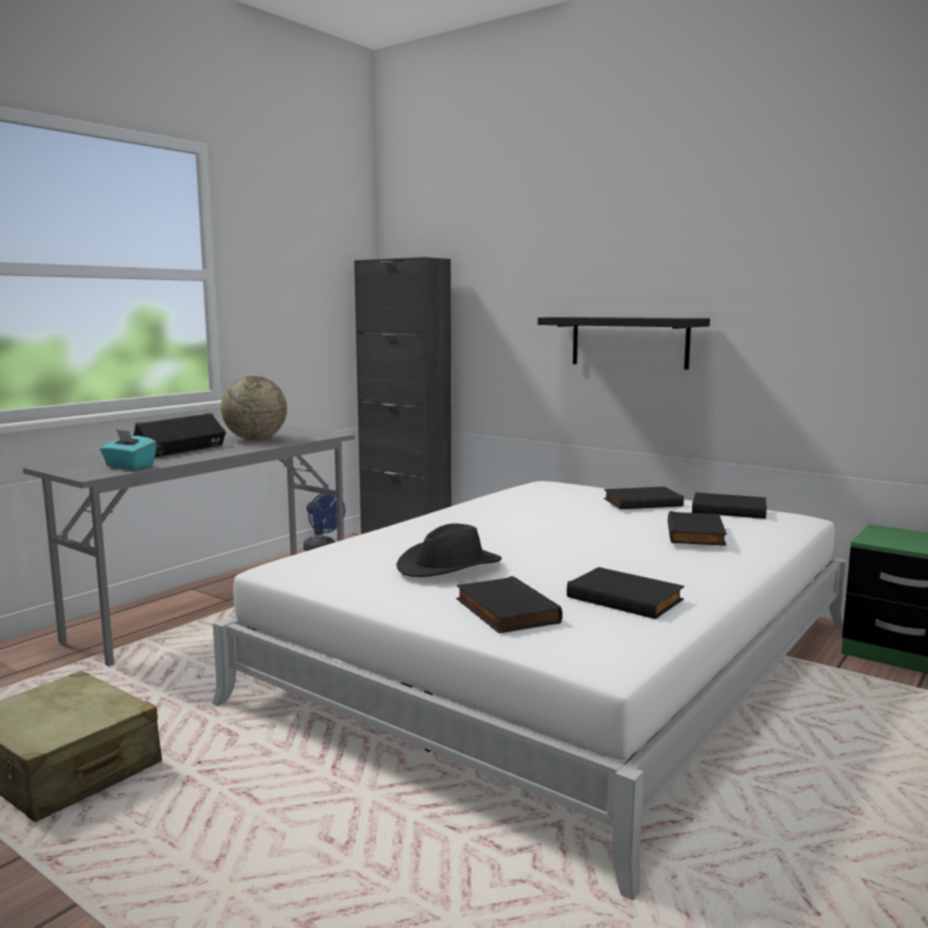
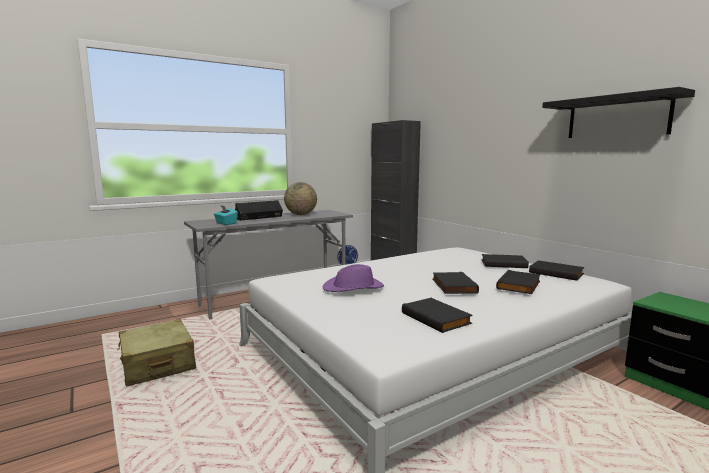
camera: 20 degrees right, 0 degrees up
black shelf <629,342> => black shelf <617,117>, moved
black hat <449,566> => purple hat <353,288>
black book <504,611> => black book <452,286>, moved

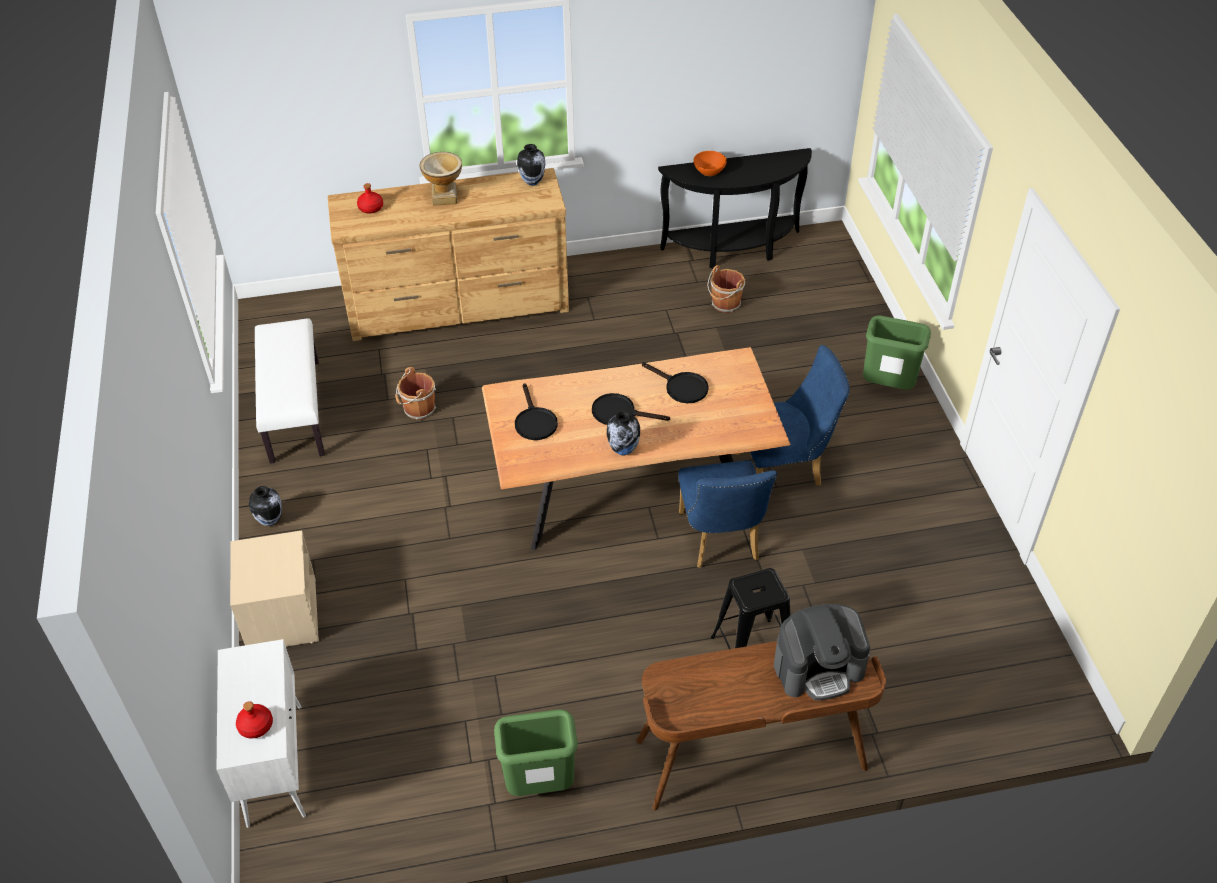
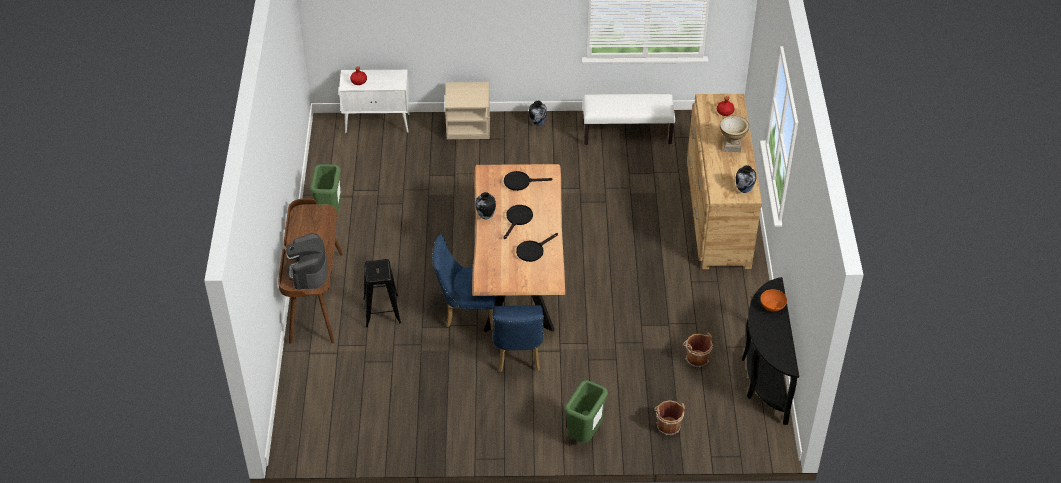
camera: 100 degrees right, 0 degrees up
brown bucket <418,410> => brown bucket <668,425>, moved

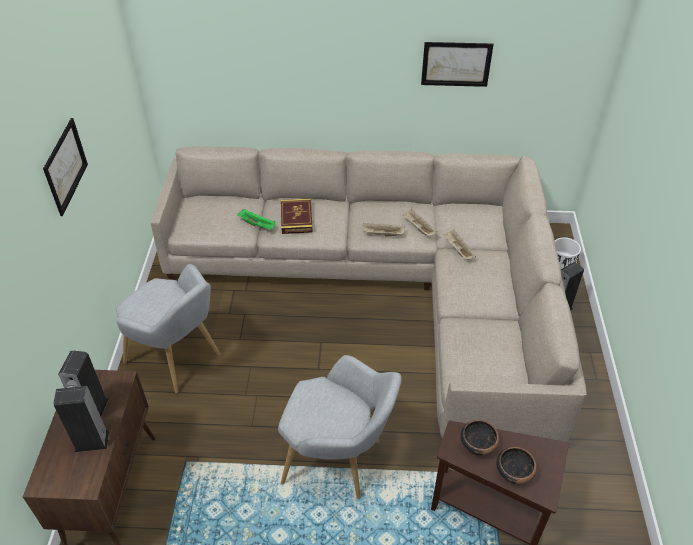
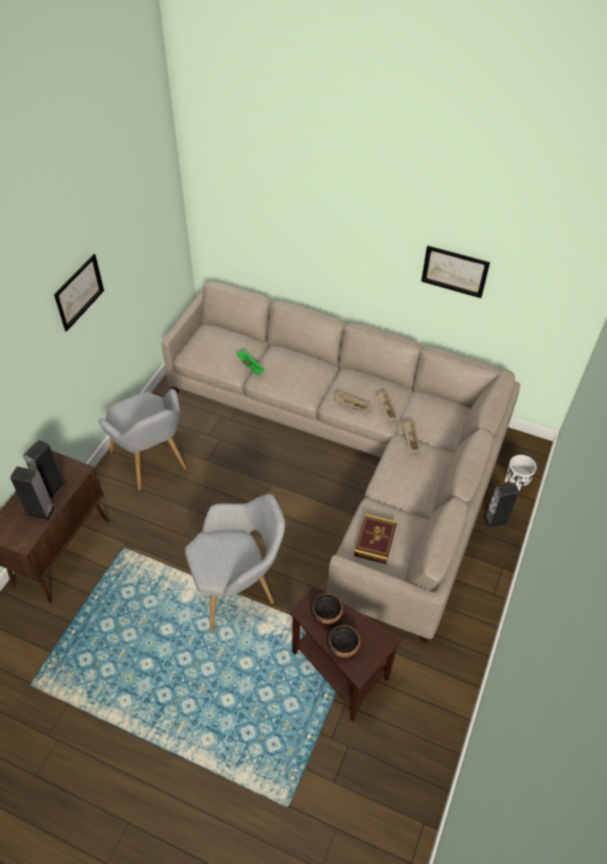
camera: 20 degrees right, 5 degrees up
book <296,218> => book <375,540>, moved
grey armchair <339,461> => grey armchair <238,588>, 60 degrees counterclockwise

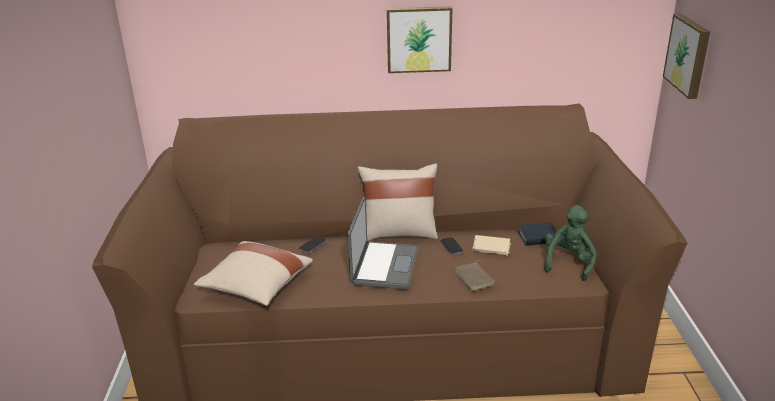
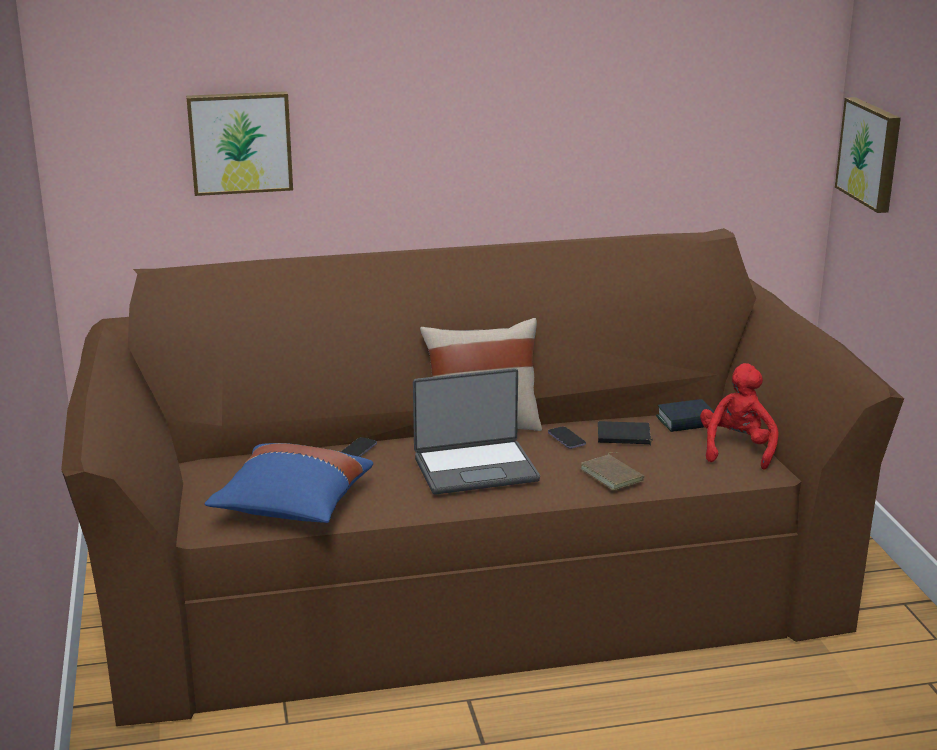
camera: 10 degrees left, 5 degrees down
picture <419,39> => picture <240,142>, moved
laptop <383,266> => laptop <475,468>, 75 degrees clockwise
green plush toy <568,263> => red plush toy <737,449>
beige book <491,248> => black book <623,437>
beige pillow <256,286> => blue pillow <292,507>

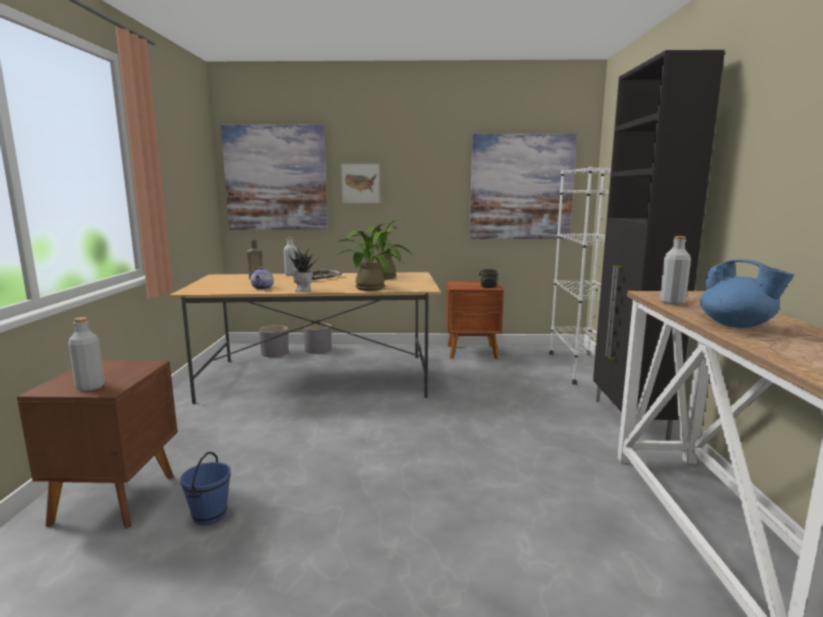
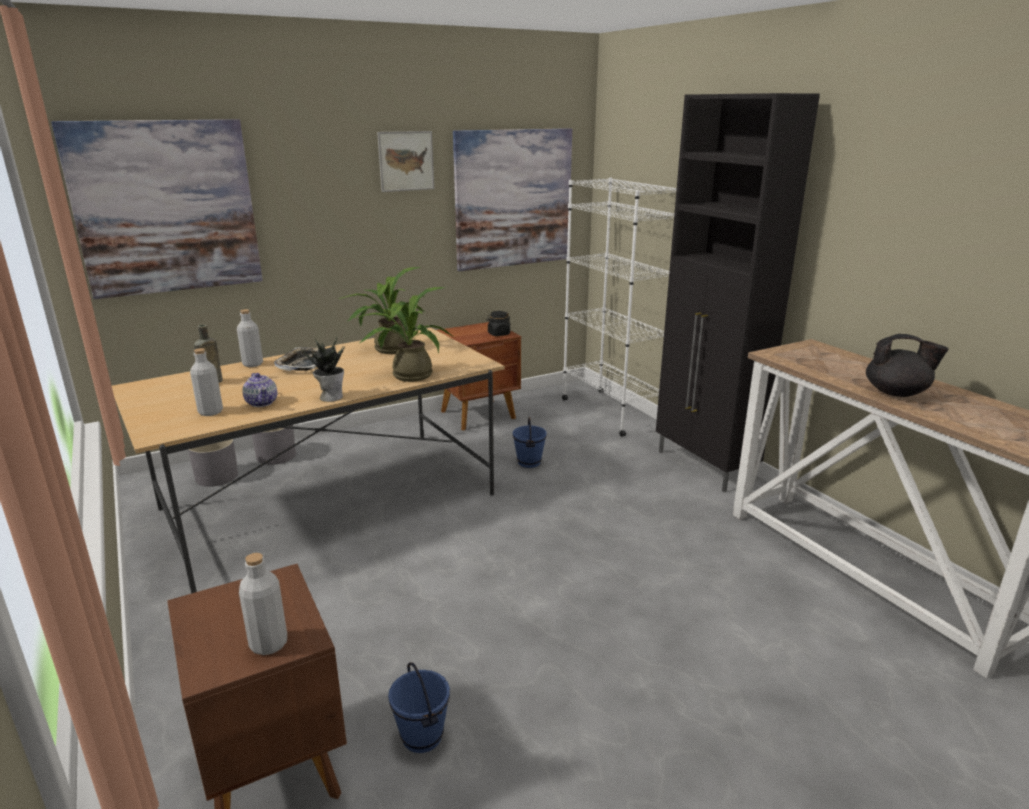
camera: 30 degrees left, 10 degrees up
picture <360,183> => picture <406,161>, moved
grey bottle <672,302> => grey bottle <210,412>, moved
blue teapot <737,325> => black teapot <897,393>
nothing => blue bucket <529,462>

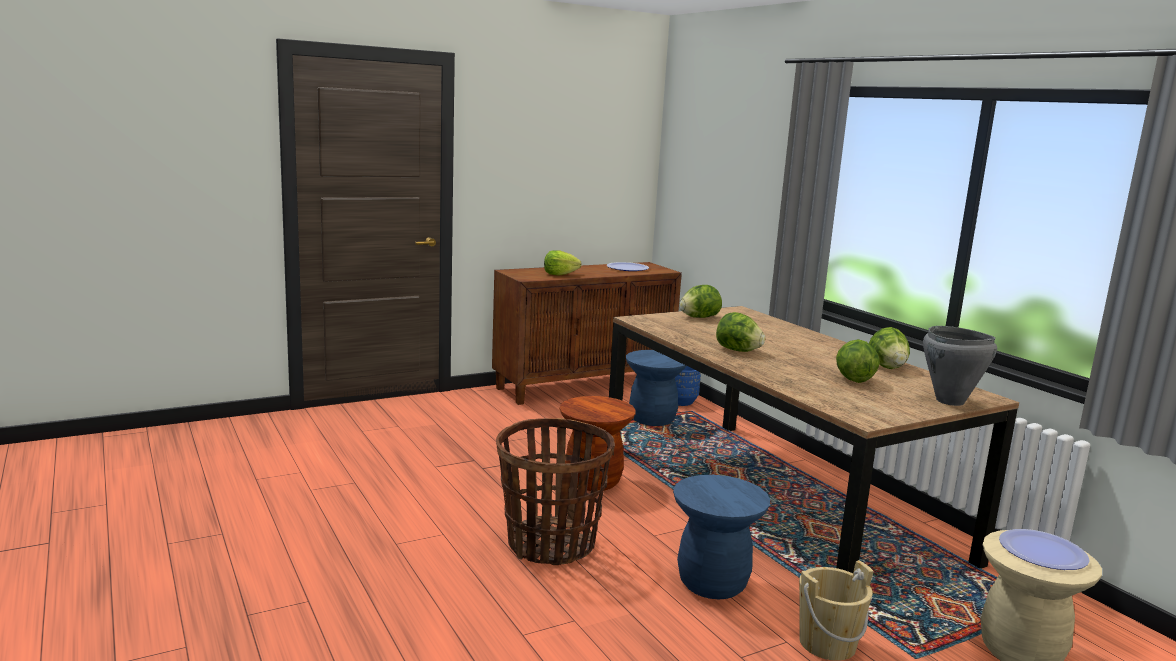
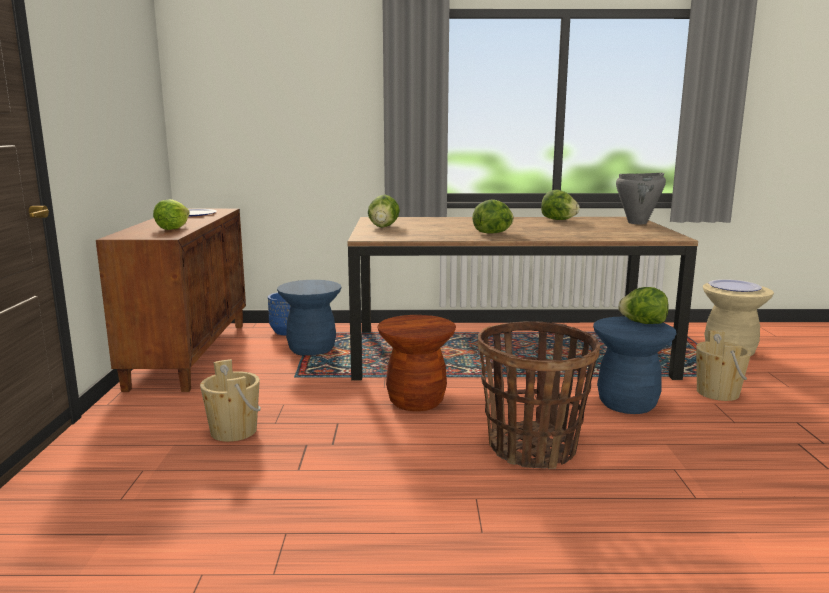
camera: 60 degrees left, 0 degrees up
lettuce <853,379> => lettuce <643,323>, moved
nothing => beige bucket <233,431>

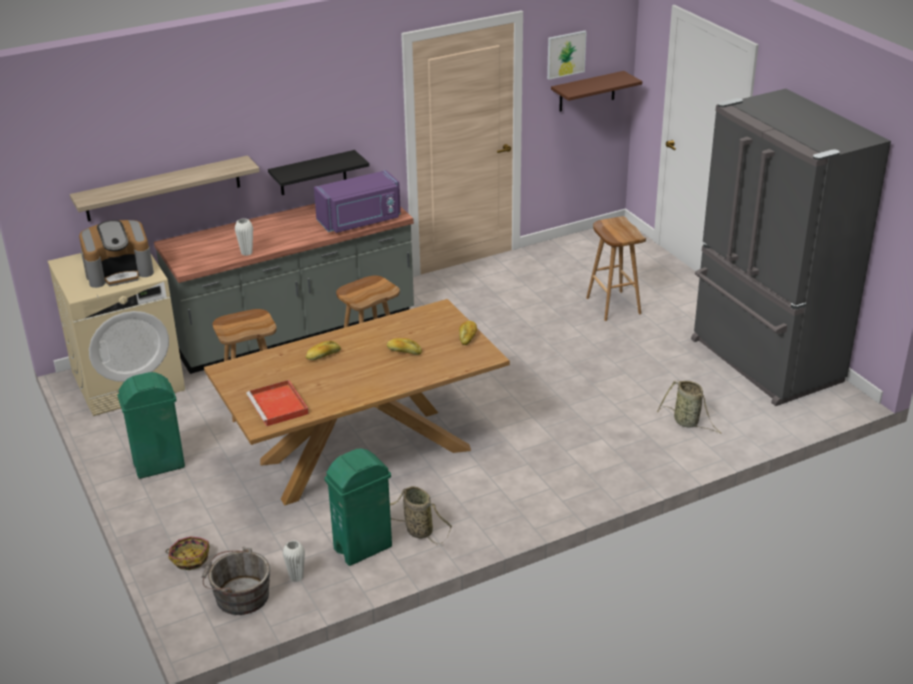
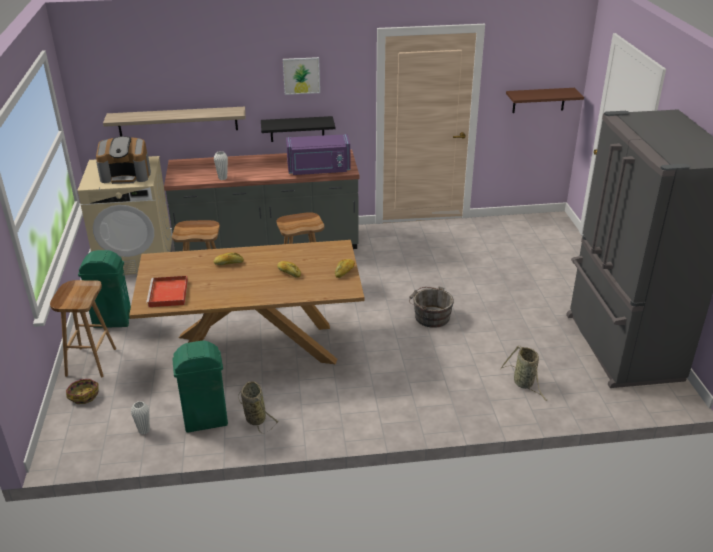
camera: 20 degrees right, 0 degrees up
picture <566,54> => picture <301,75>, moved
brown stool <612,305> => brown stool <90,361>, moved
grey bucket <239,596> => grey bucket <430,316>, moved

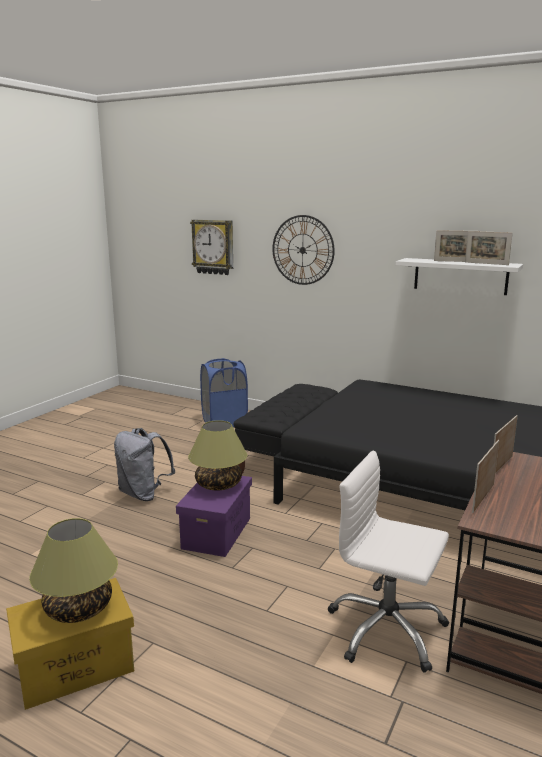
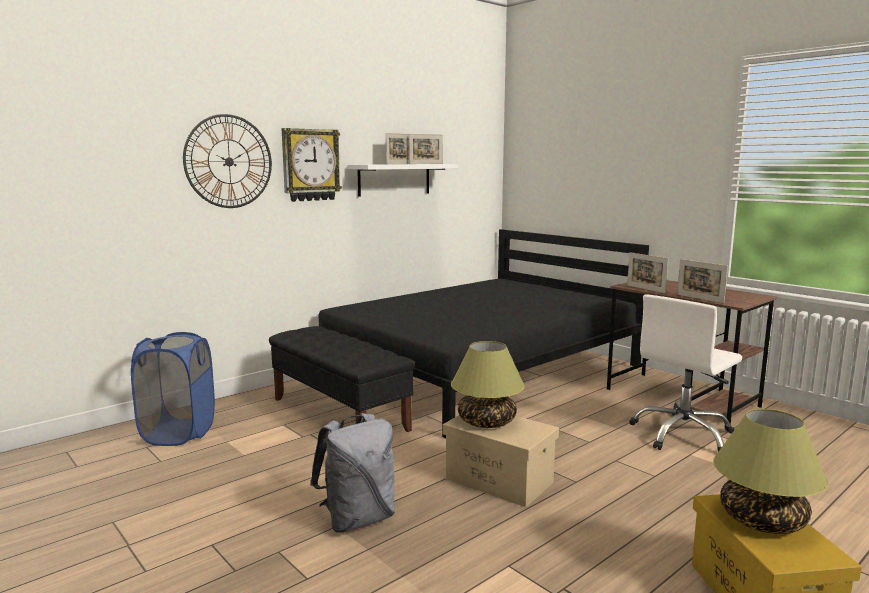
camera: 70 degrees left, 5 degrees down
wall clock <213,247> => wall clock <310,165>, moved
purple storage box <217,533> => beige storage box <500,480>

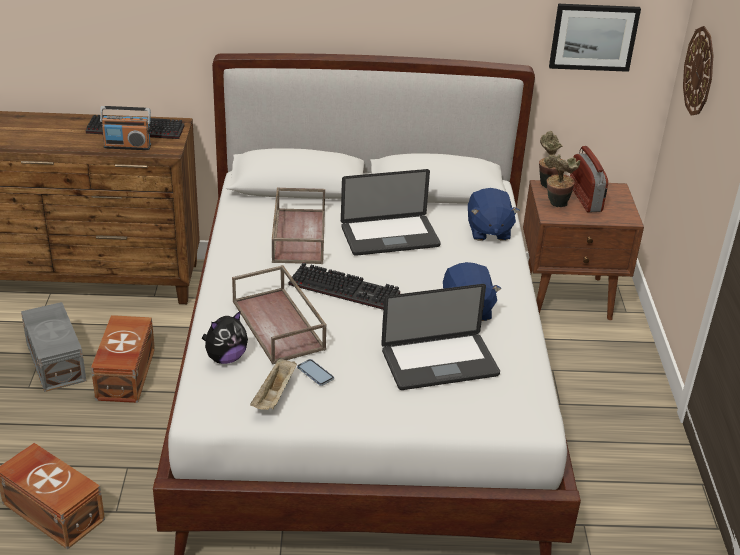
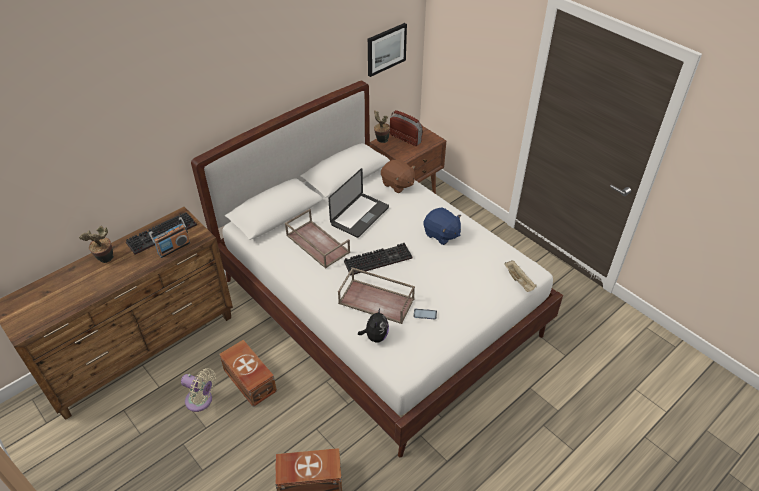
camera: 40 degrees left, 10 degrees up
wall clock <699,71> => nothing
potted plant <556,204> => potted plant <105,260>, moved
blue plush toy <488,231> => brown plush toy <397,184>
laptop <439,363> => nothing
grey storage box <56,360> => beige fan <201,401>
beige tray <275,395> => beige tray <519,281>, moved

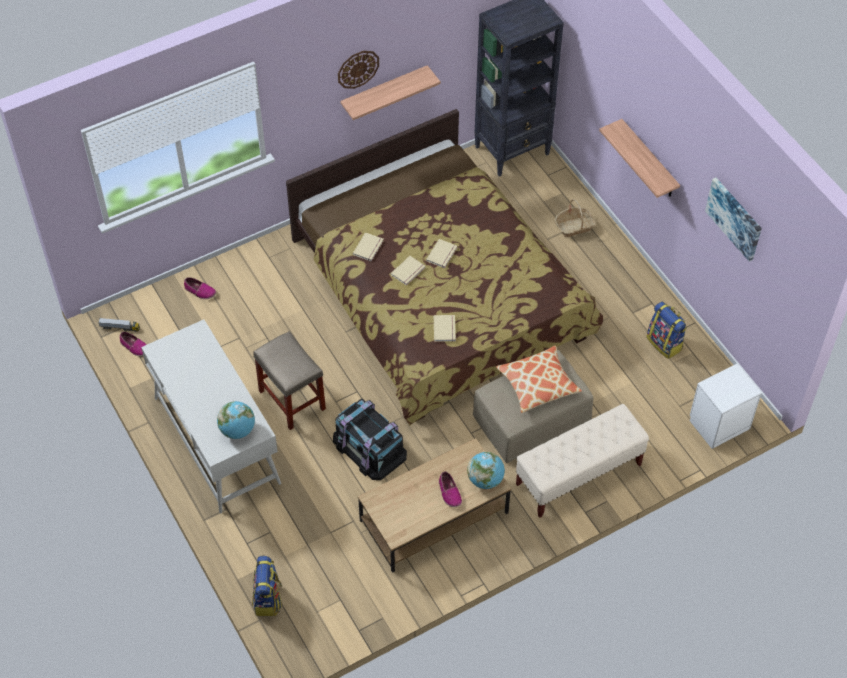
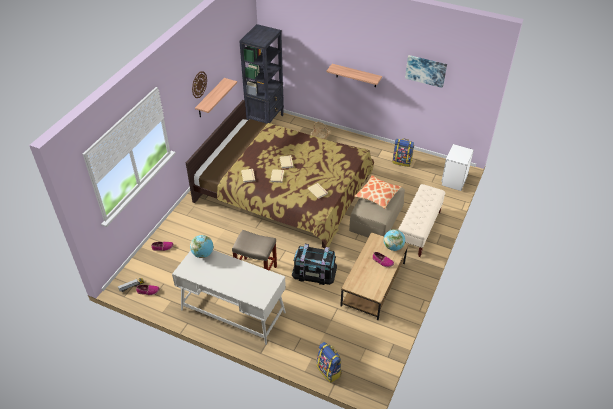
camera: 35 degrees left, 10 degrees down
globe <237,430> => globe <203,254>, moved

